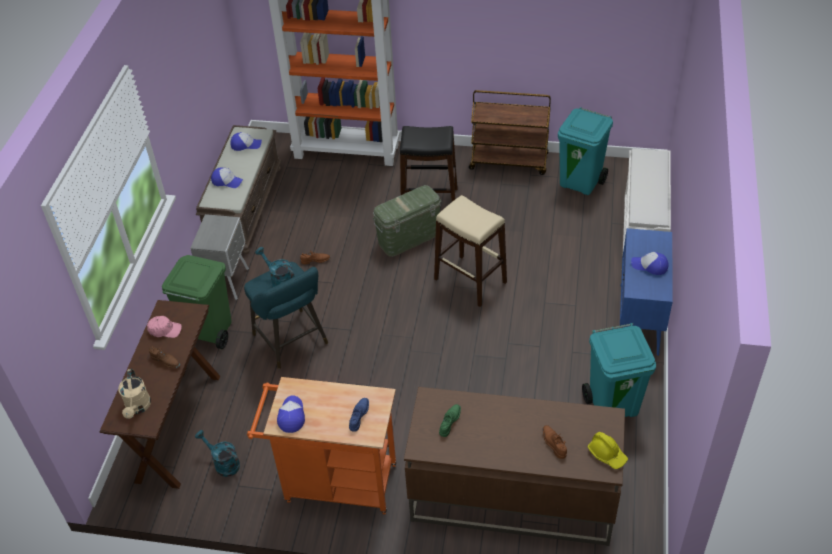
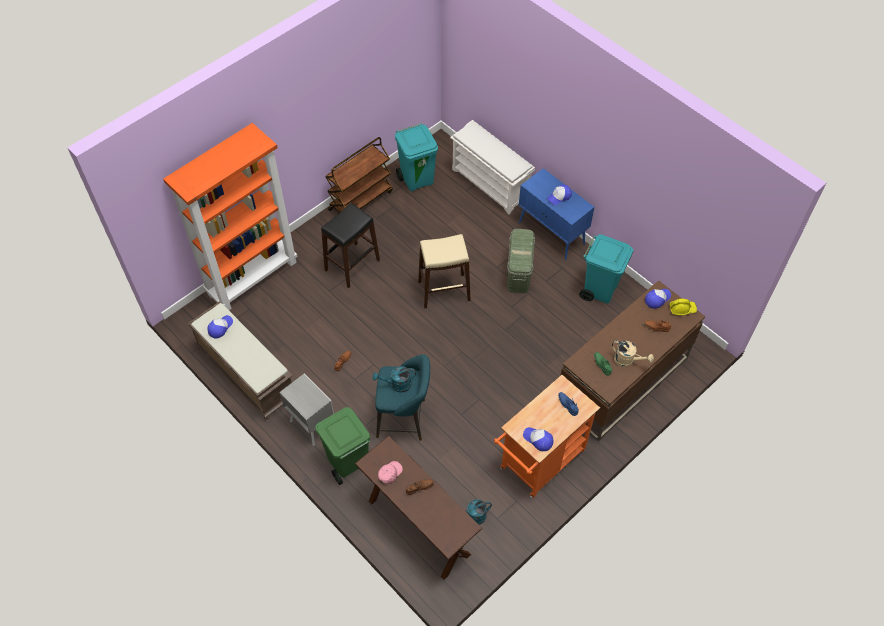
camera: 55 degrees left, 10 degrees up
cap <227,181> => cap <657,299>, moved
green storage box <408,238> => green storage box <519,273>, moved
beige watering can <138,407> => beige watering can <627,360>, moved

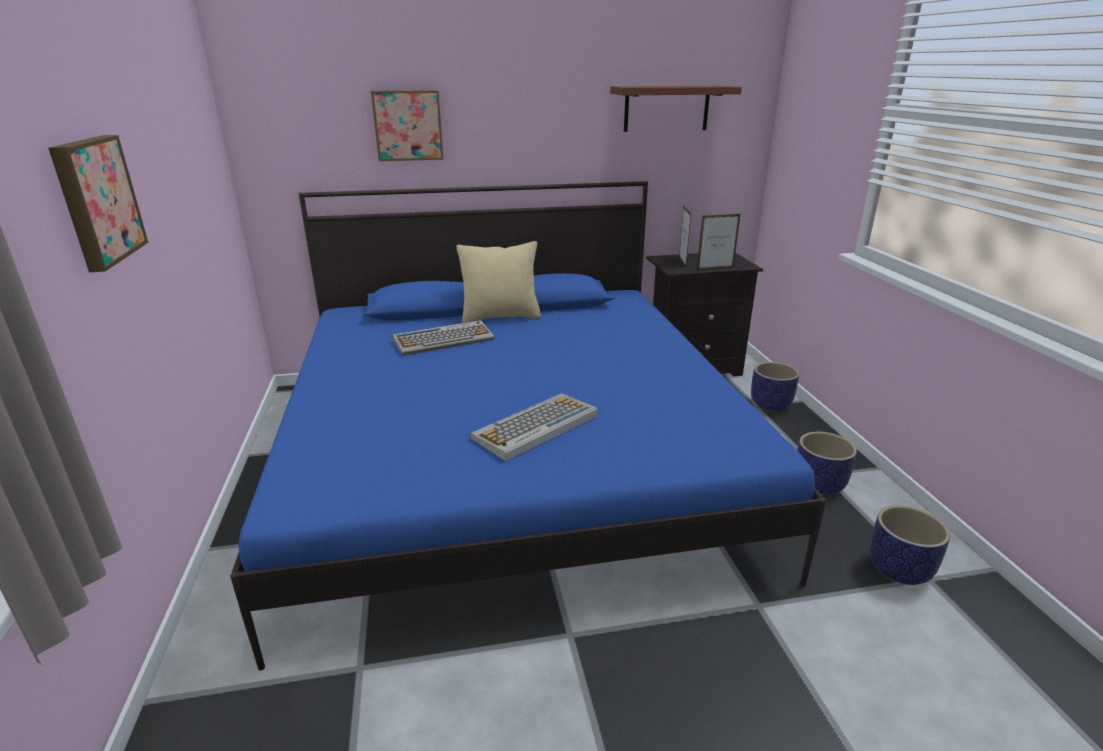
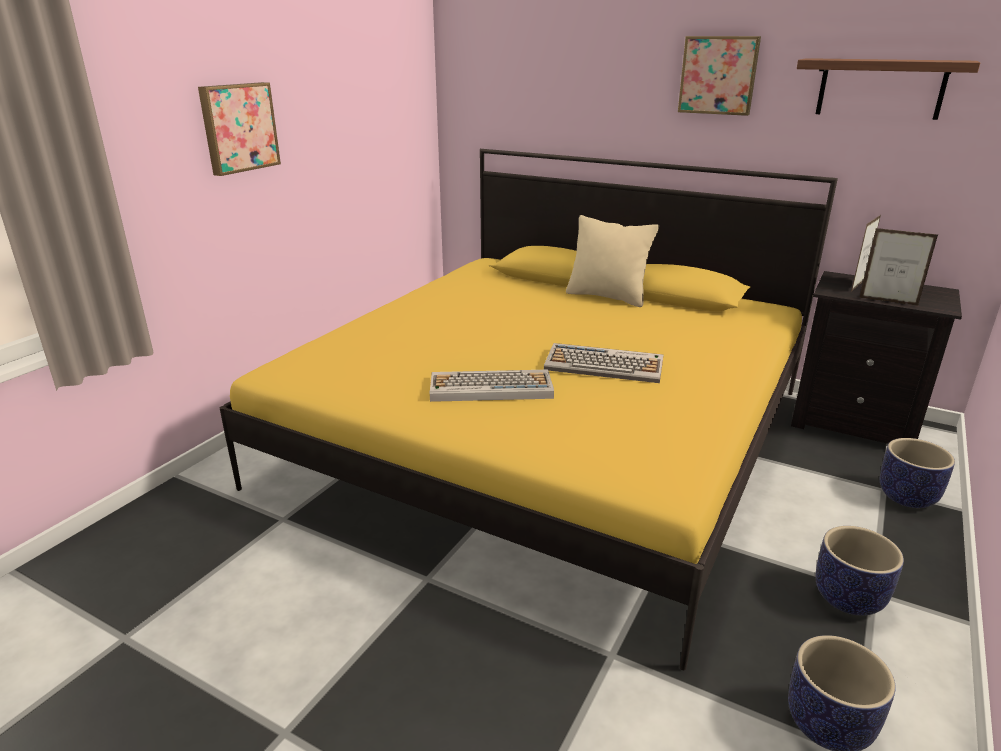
camera: 40 degrees right, 0 degrees up
picture <408,125> => picture <718,75>, moved
blue bed <512,460> => yellow bed <548,436>
keyboard <444,339> => keyboard <605,365>, moved

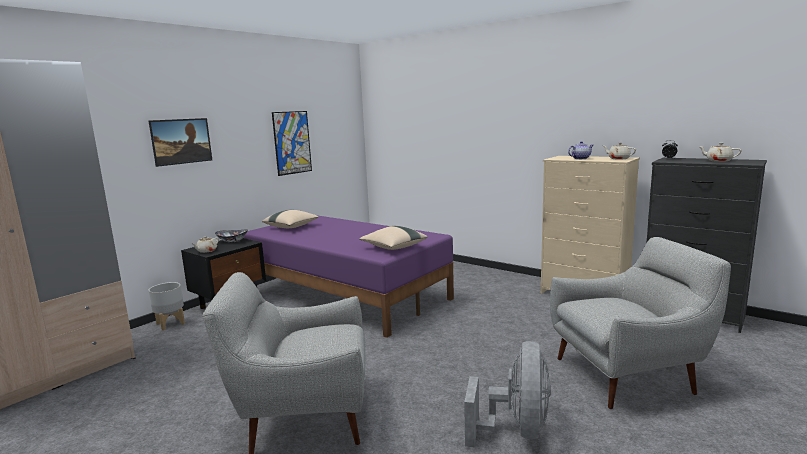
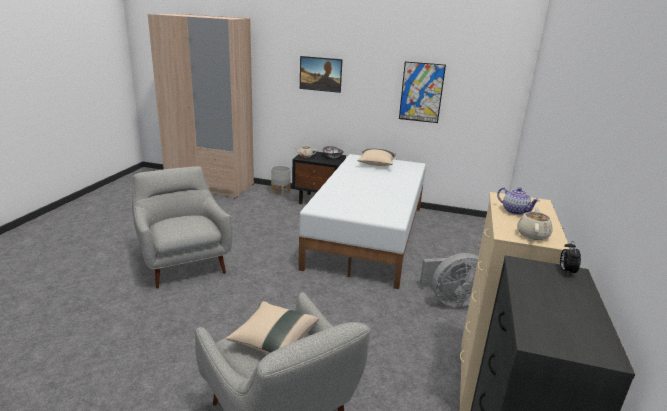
camera: 65 degrees right, 10 degrees up
beige teapot <718,161> => nothing
purple bed <345,294> => white bed <368,235>
beige pillow <393,247> => beige pillow <273,340>, moved
grey fan <516,430> => grey fan <451,300>, moved

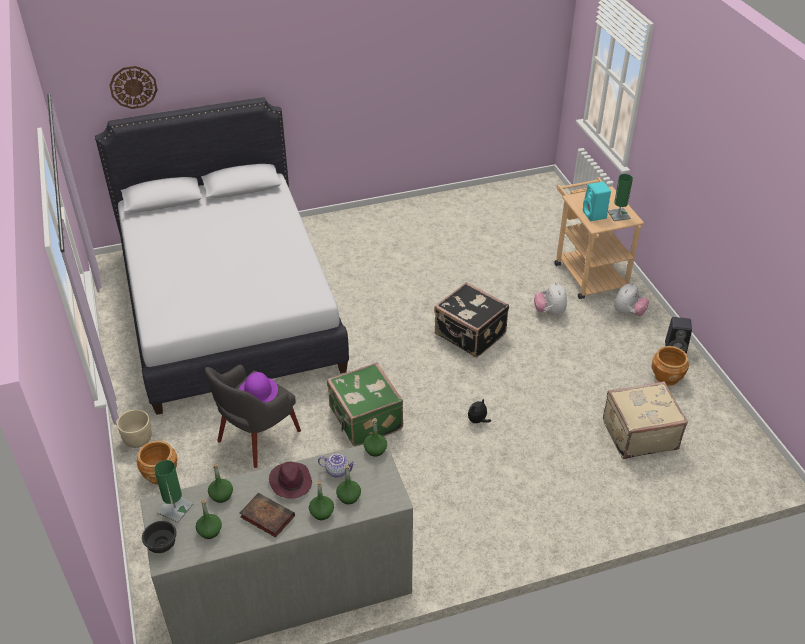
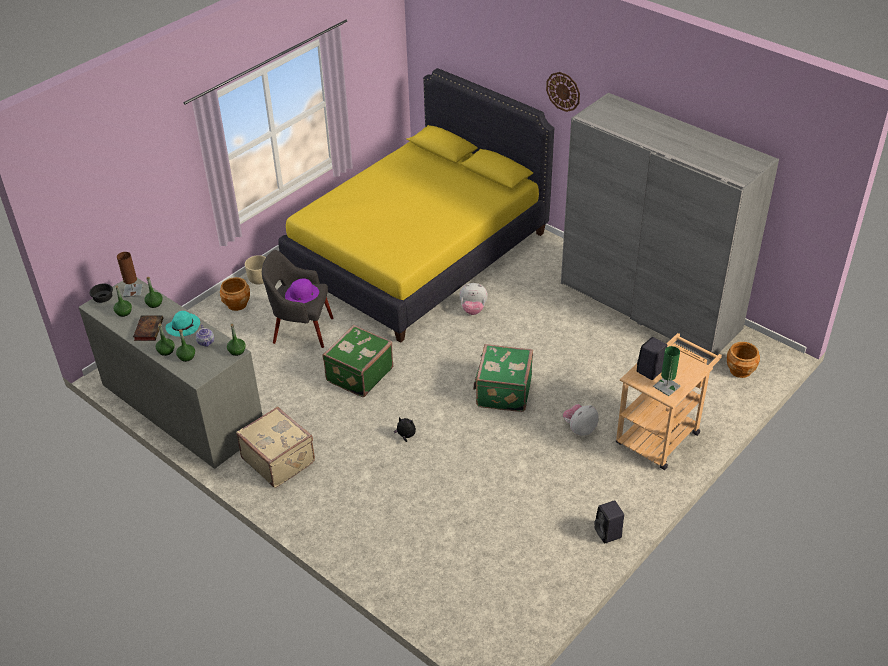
camera: 60 degrees right, 0 degrees up
wall clock <133,87> => wall clock <563,91>, moved
white bed <228,307> => yellow bed <417,253>
turquoise speaker <595,215> => black speaker <649,371>
black suitcase <469,335> => green suitcase <502,391>
plush toy <628,312> => plush toy <473,310>, moved
brown planter <666,377> => brown planter <740,370>, moved
beige suitcase <638,434> => beige suitcase <279,459>, moved
green table lamp <175,508> => brown table lamp <133,291>
purple hat <290,482> => turquoise hat <183,326>
nothing => grey wardrobe <649,306>

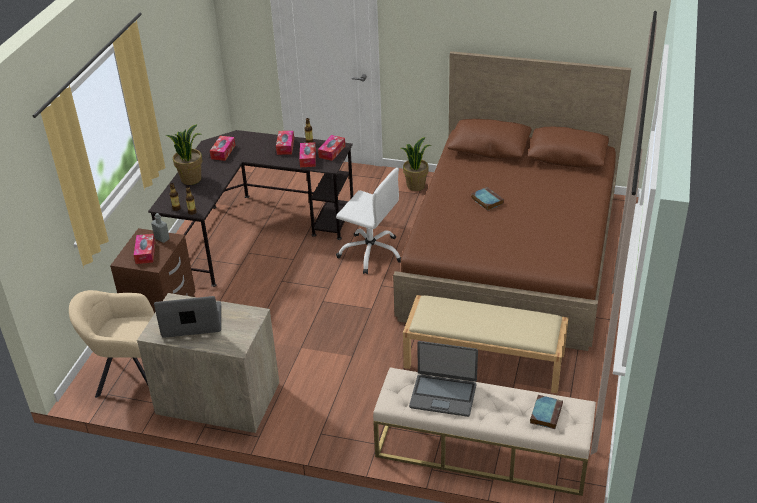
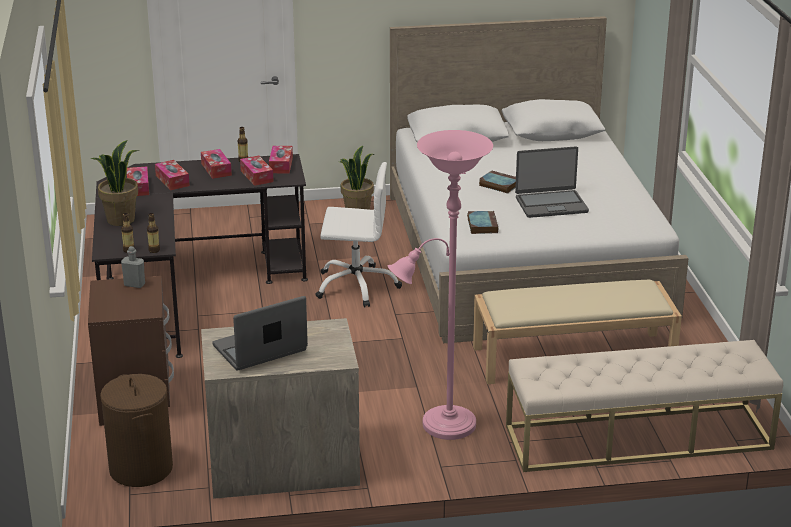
camera: 25 degrees left, 10 degrees down
brown bed <512,254> => white bed <525,256>
tissue box <145,253> => tissue box <172,180>, moved
beige armchair <128,374> => brown laundry basket <140,468>
laptop <443,395> => laptop <551,204>, moved
book <546,413> => book <482,225>, moved
nothing => pink floor lamp <442,426>

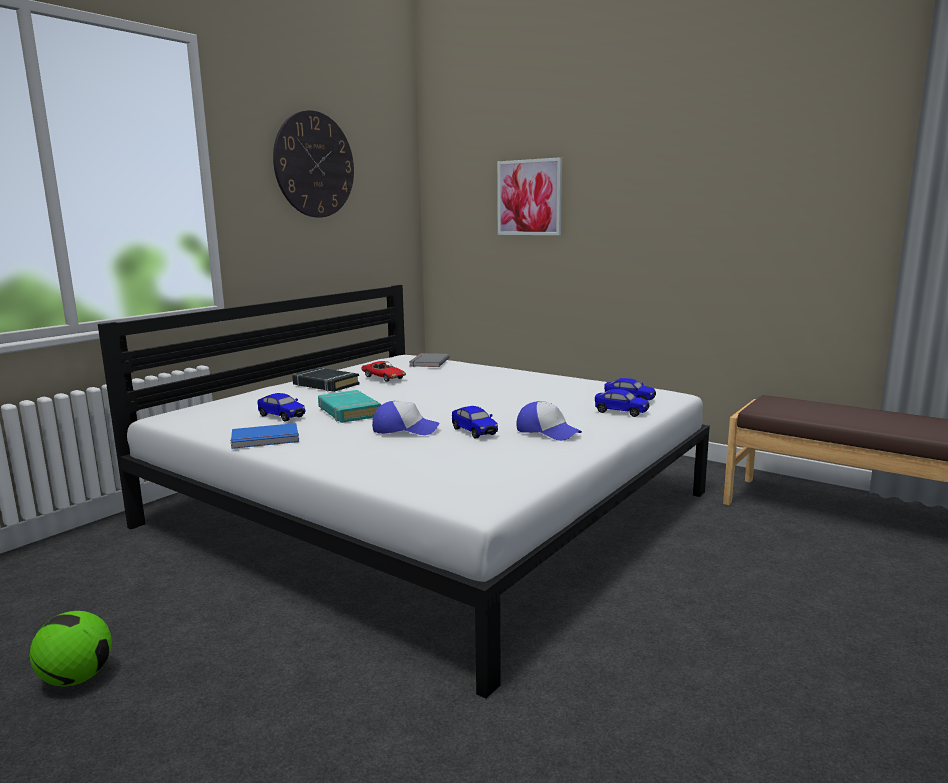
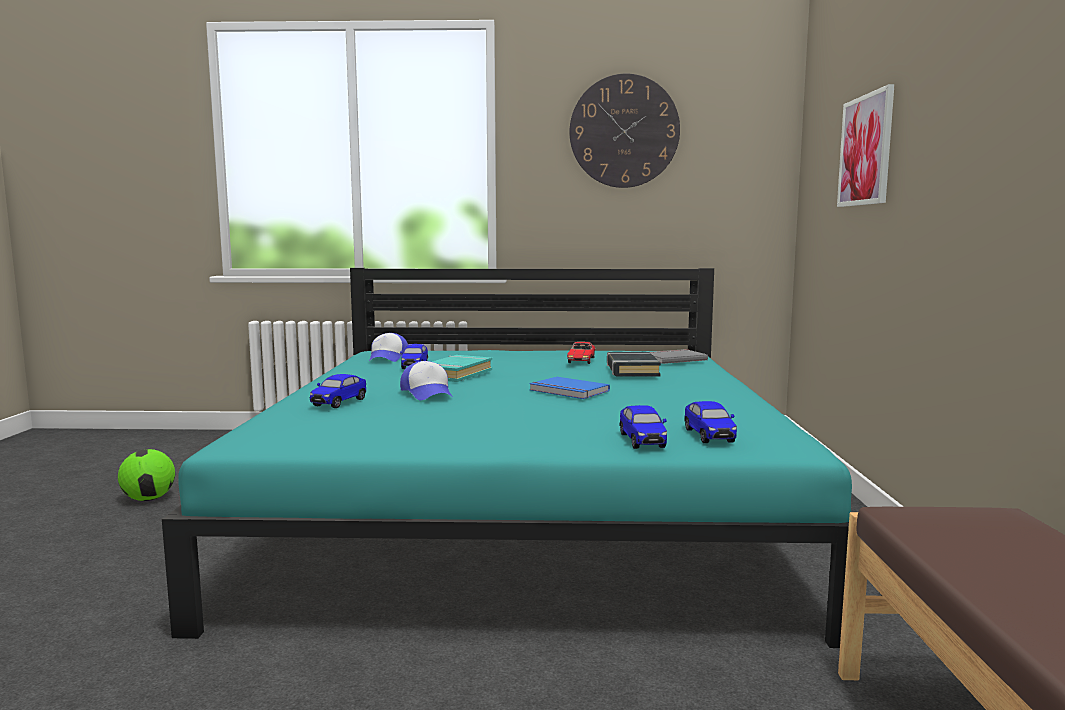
camera: 55 degrees right, 5 degrees down
white bed <429,508> => turquoise bed <525,509>
black book <325,384> => black book <631,370>, moved
cap <547,432> => cap <388,358>, moved
toy car <474,432> => toy car <339,402>, moved
blue book <265,439> => blue book <568,391>, moved

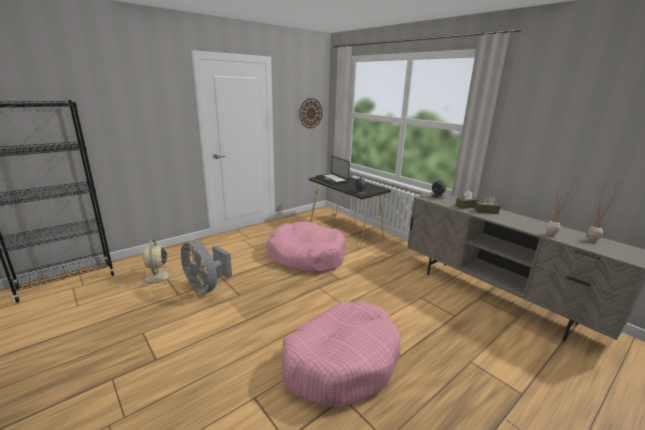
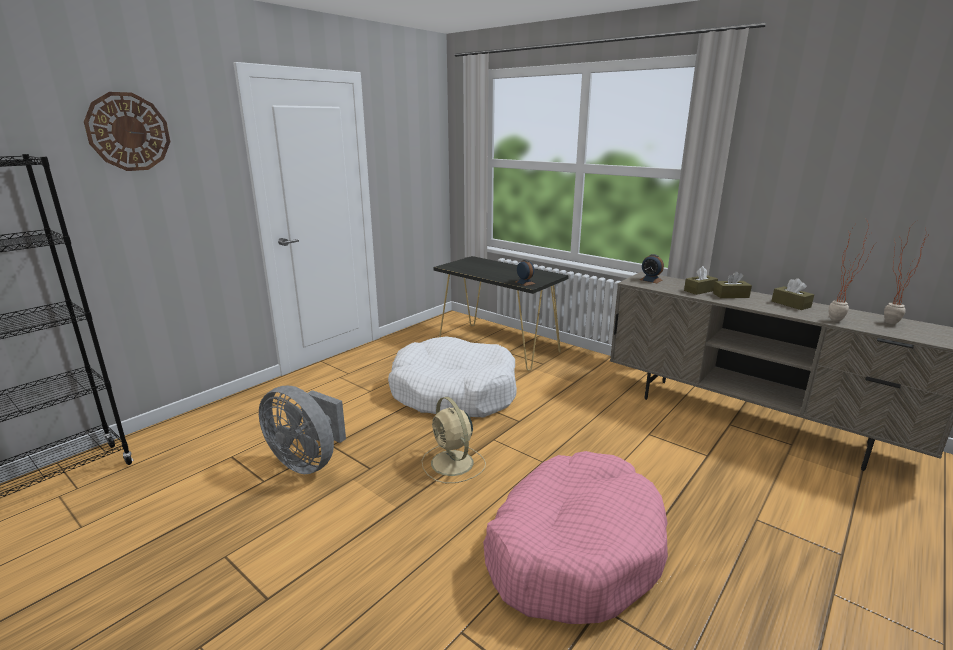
camera: 10 degrees left, 0 degrees up
wall clock <310,113> => wall clock <128,132>, moved
laptop <331,179> => nothing
pink dog bed <306,256> => white dog bed <454,392>
beige fan <157,277> => beige fan <453,464>, moved
nothing => brown tissue box <791,304>

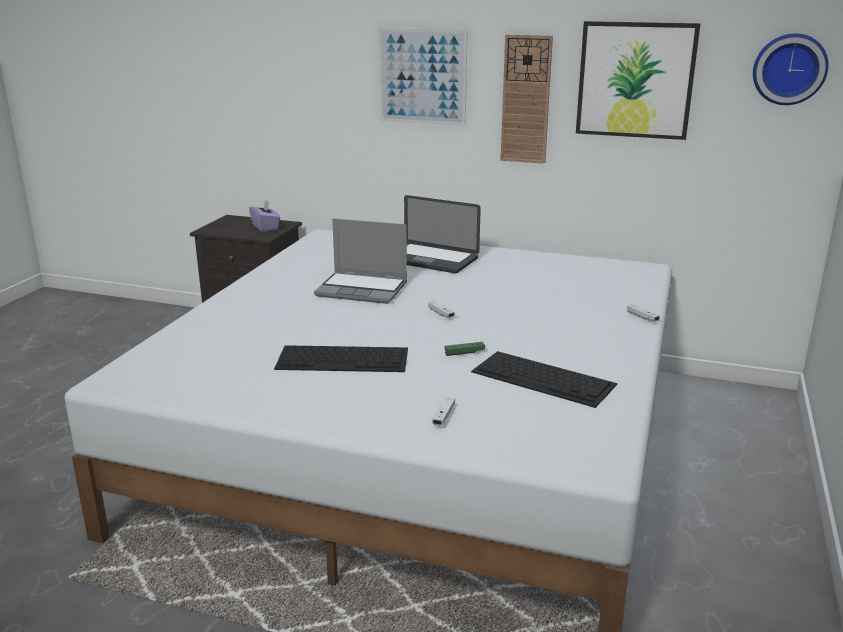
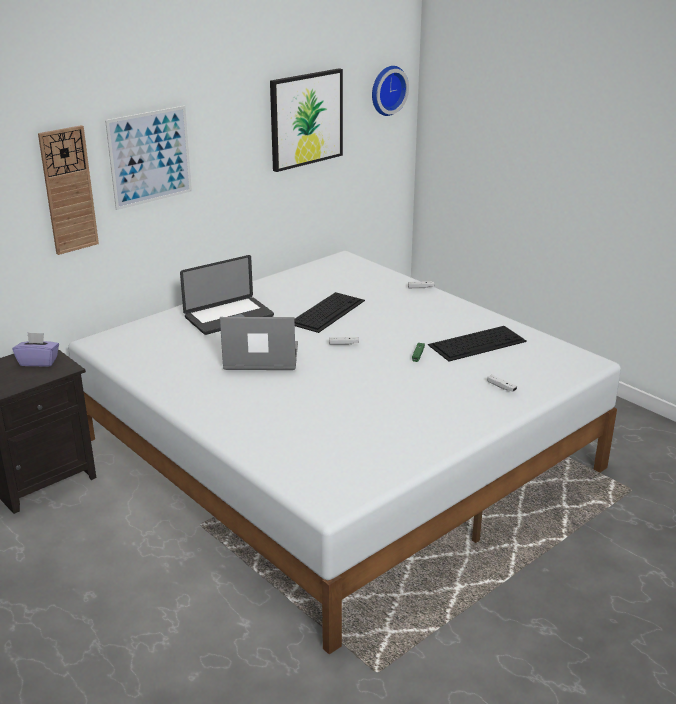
camera: 60 degrees left, 5 degrees up
wall clock <526,100> => wall clock <68,190>, moved
laptop <363,289> => laptop <260,358>, 135 degrees counterclockwise
keyboard <344,358> => keyboard <327,311>, moved

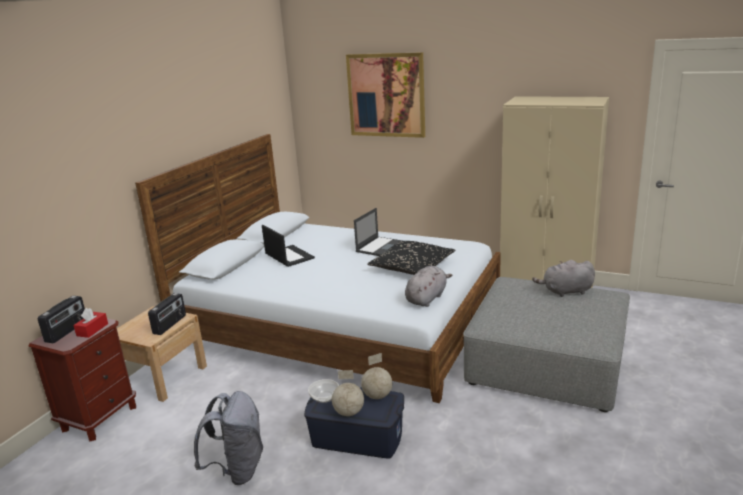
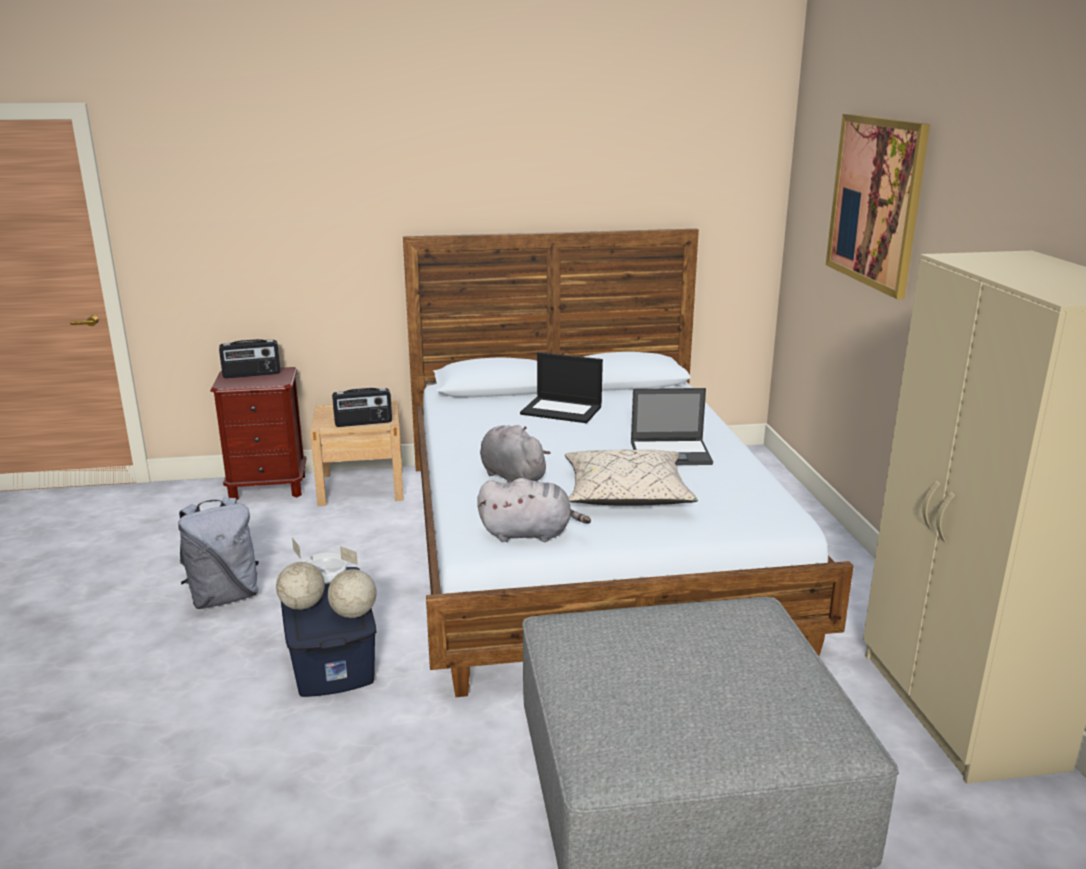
camera: 55 degrees right, 0 degrees up
laptop <288,256> => laptop <562,410>, 90 degrees clockwise
black pillow <411,267> => beige pillow <626,495>
grey plush toy <565,291> => grey plush toy <511,476>, moved
red tissue box <92,330> => nothing

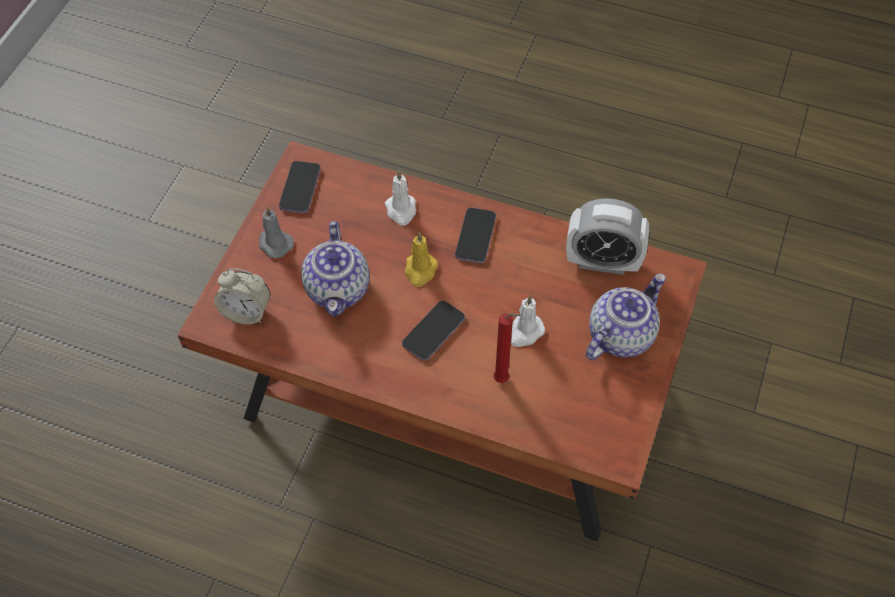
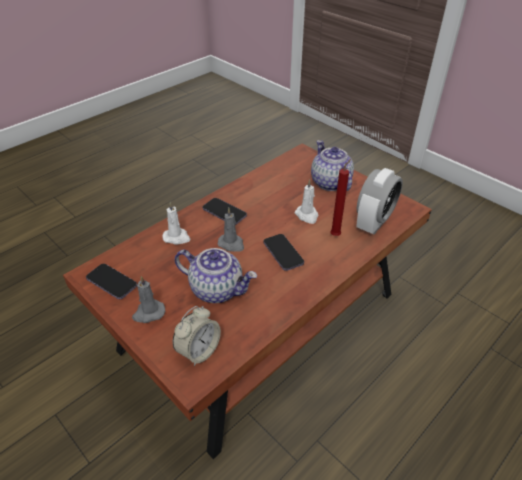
camera: 65 degrees left, 15 degrees down
alarm clock <602,262> => alarm clock <374,223>, moved
yellow candle <420,271> => grey candle <231,244>

